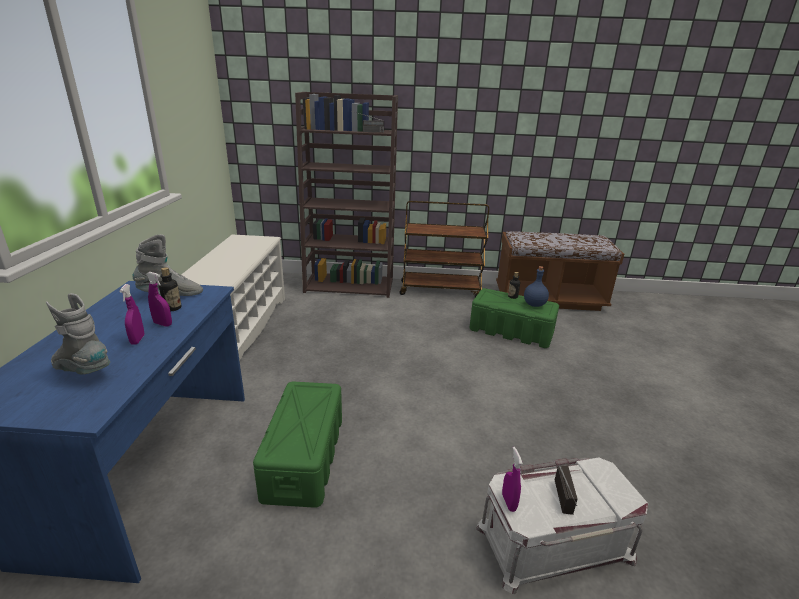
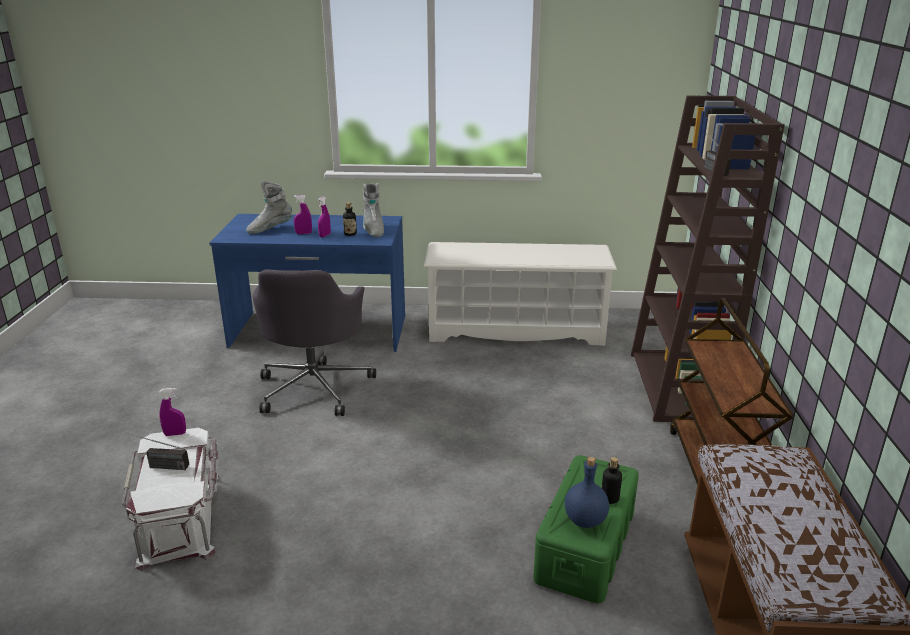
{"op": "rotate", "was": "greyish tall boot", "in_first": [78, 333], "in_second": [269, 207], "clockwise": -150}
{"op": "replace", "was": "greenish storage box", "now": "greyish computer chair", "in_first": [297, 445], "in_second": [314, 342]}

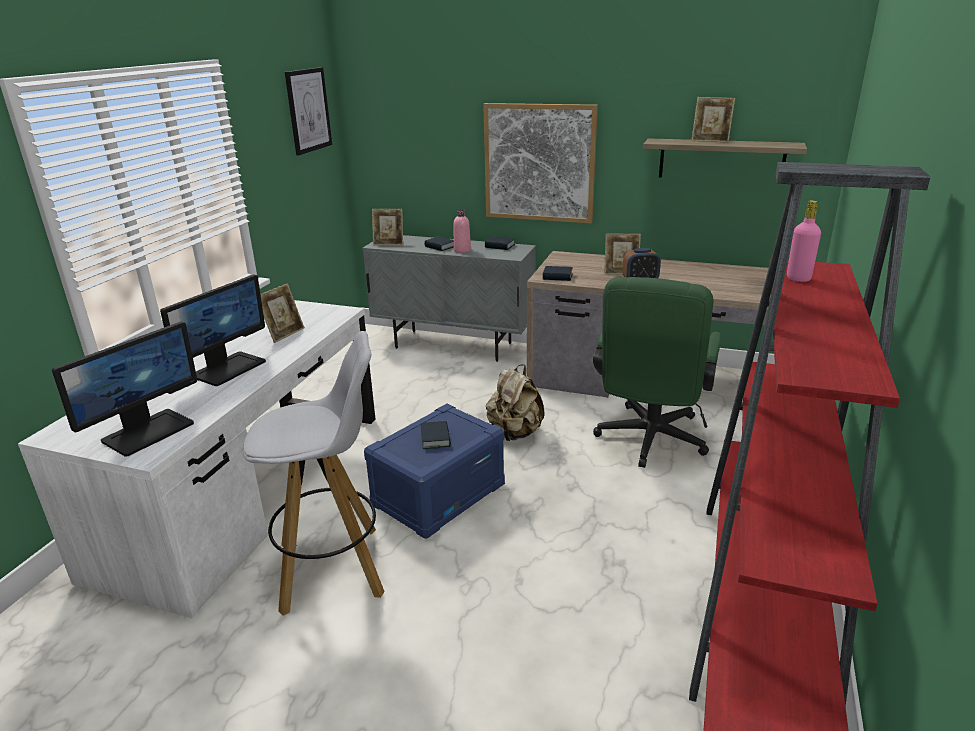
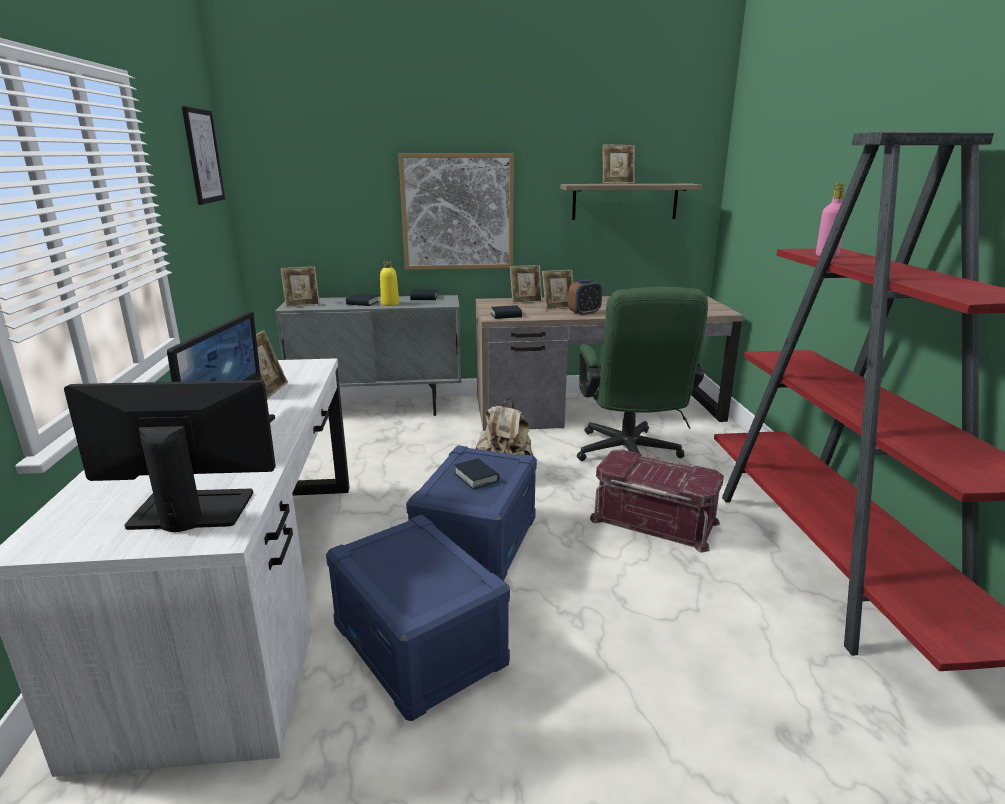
{"op": "recolor", "was": "pink-coloured beverage bottle", "now": "yellow-coloured beverage bottle", "in_first": [462, 231], "in_second": [389, 283]}
{"op": "rotate", "was": "computer display", "in_first": [124, 389], "in_second": [170, 456], "clockwise": -105}
{"op": "replace", "was": "white sitting stool", "now": "bluish storage box", "in_first": [314, 473], "in_second": [418, 618]}
{"op": "insert", "now": "picture frame", "in_second": [526, 284]}
{"op": "insert", "now": "red-coloured storage box", "in_second": [657, 501]}

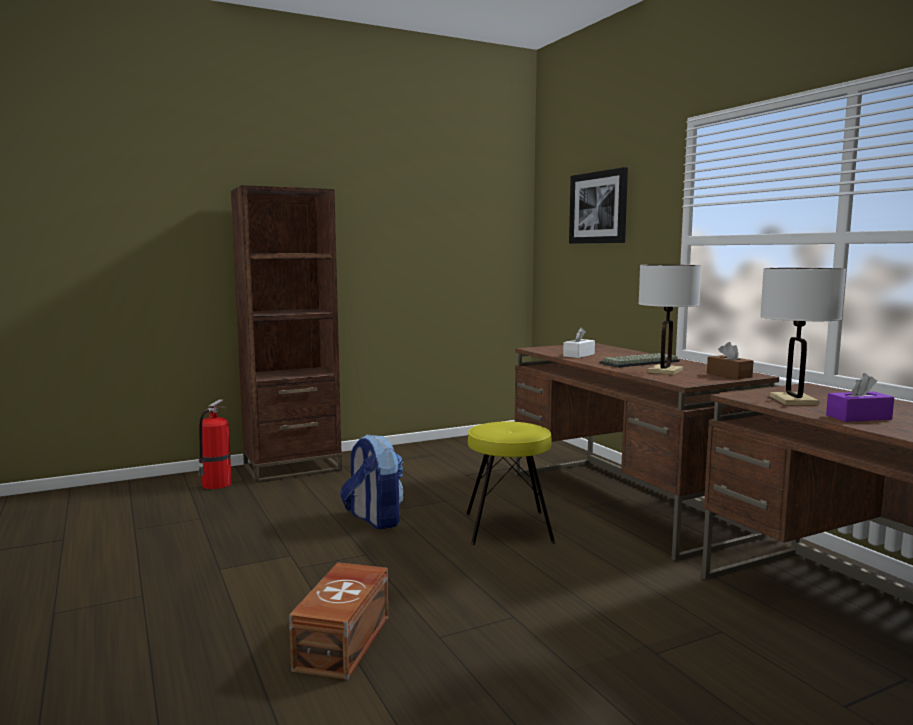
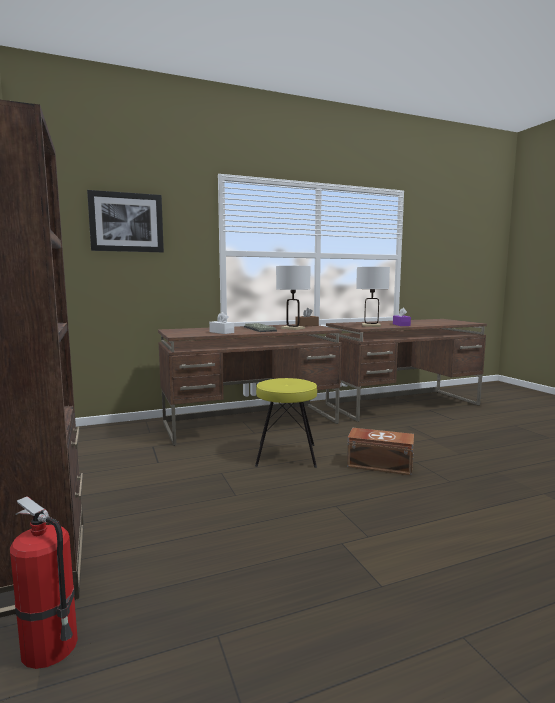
{"op": "delete", "was": "backpack", "in_first": [372, 481]}
{"op": "move", "was": "brown storage box", "in_first": [338, 621], "in_second": [380, 451]}

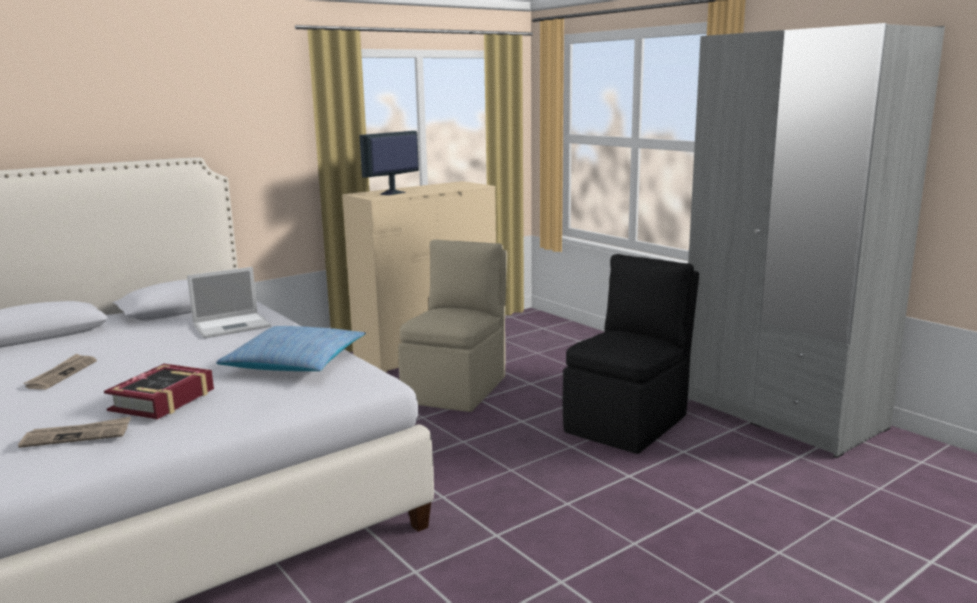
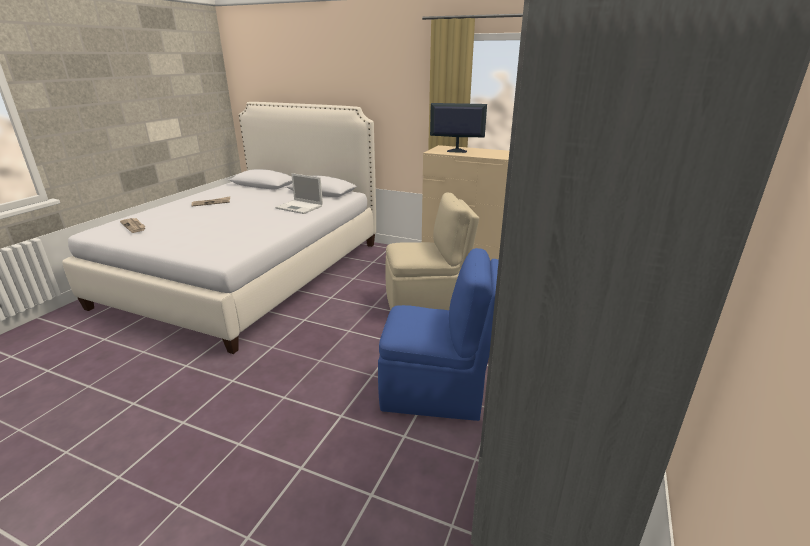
{"op": "recolor", "was": "blackish chair", "now": "bluish chair", "in_first": [631, 354], "in_second": [438, 334]}
{"op": "delete", "was": "throw pillow", "in_first": [291, 348]}
{"op": "delete", "was": "bound book", "in_first": [159, 391]}

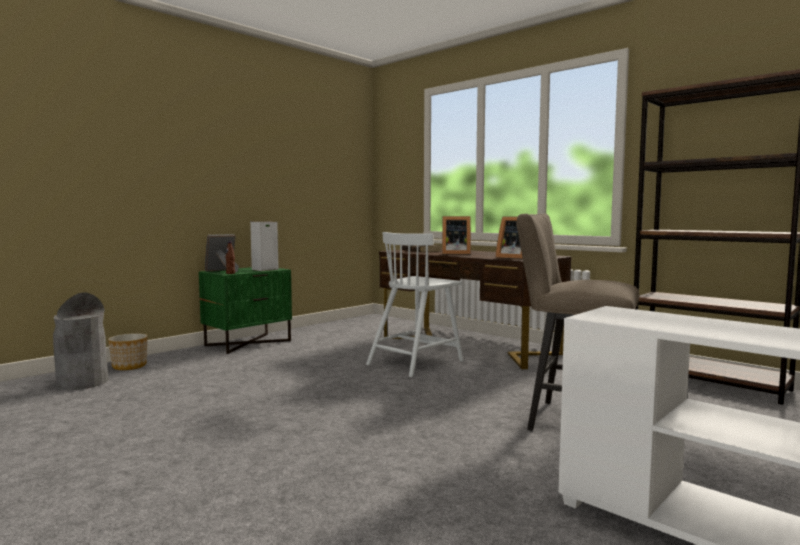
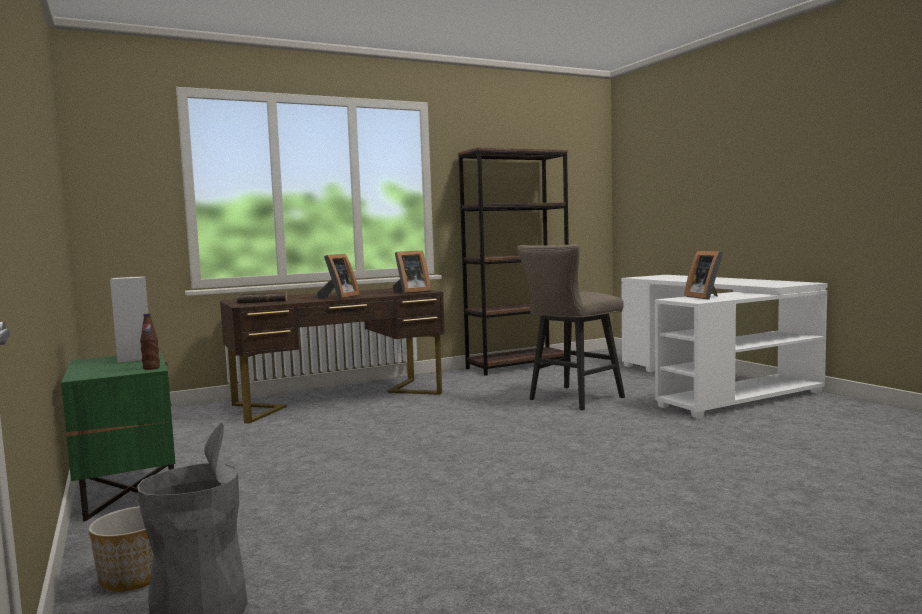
{"op": "delete", "was": "white chair", "in_first": [414, 304]}
{"op": "move", "was": "picture frame", "in_first": [222, 253], "in_second": [703, 275]}

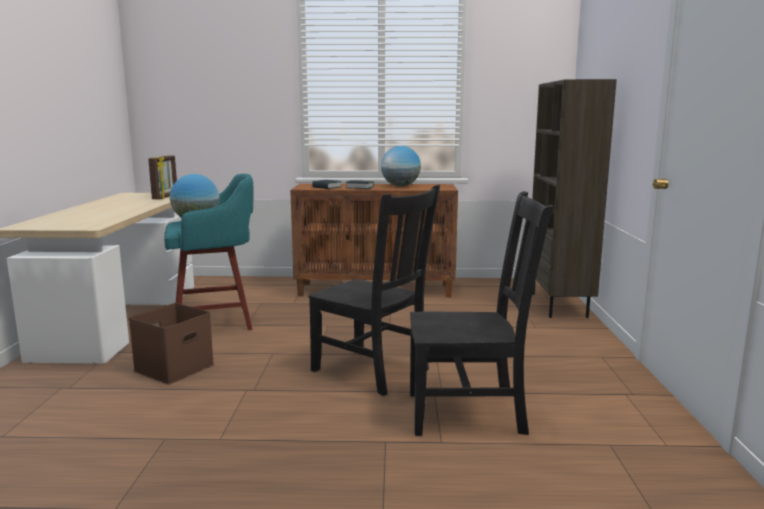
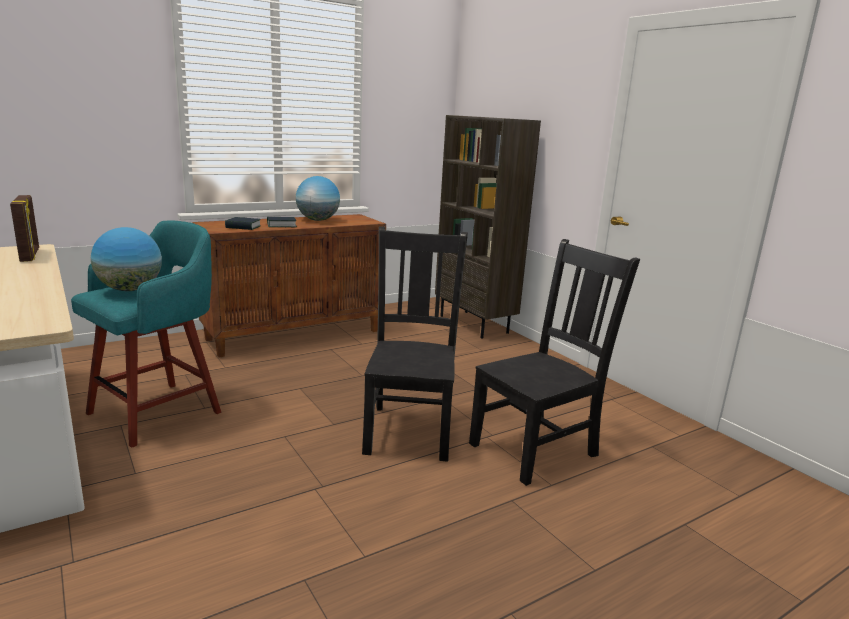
{"op": "rotate", "was": "blackish chair", "in_first": [374, 290], "in_second": [415, 344], "clockwise": -90}
{"op": "delete", "was": "brown storage box", "in_first": [171, 343]}

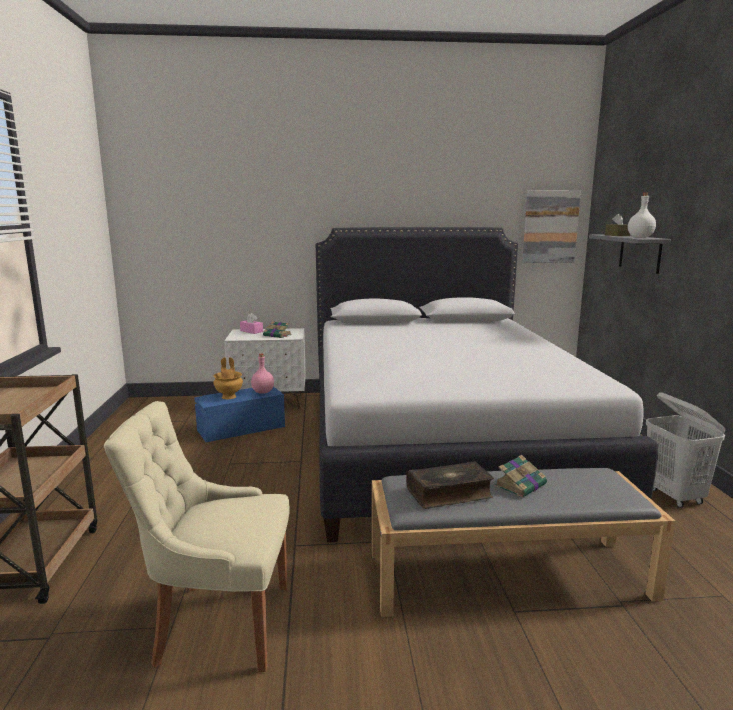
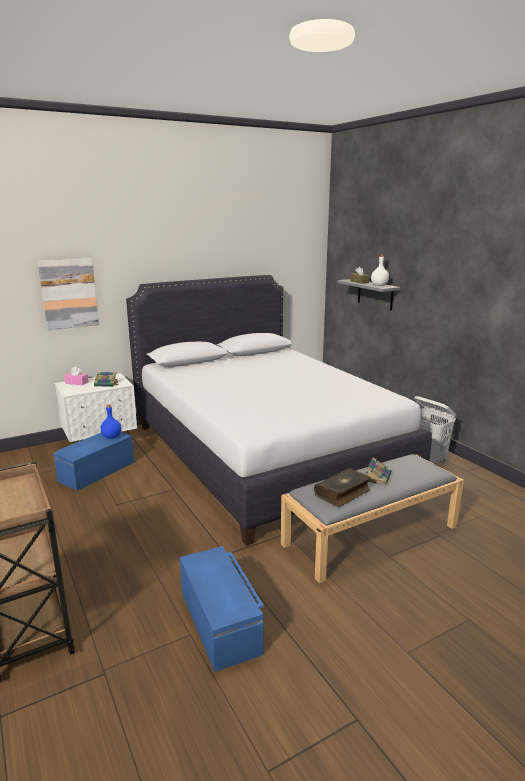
{"op": "move", "was": "wall art", "in_first": [551, 226], "in_second": [68, 294]}
{"op": "recolor", "was": "pink-coloured beverage bottle", "now": "bluish beverage bottle", "in_first": [262, 373], "in_second": [111, 421]}
{"op": "delete", "was": "brown flower vase", "in_first": [228, 378]}
{"op": "replace", "was": "beige chair", "now": "bluish storage box", "in_first": [197, 536], "in_second": [222, 609]}

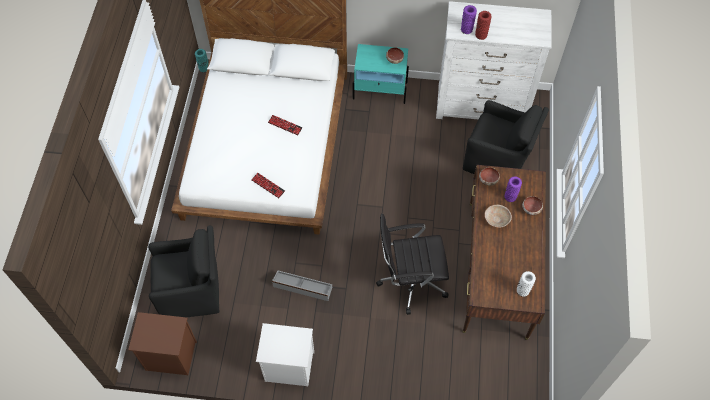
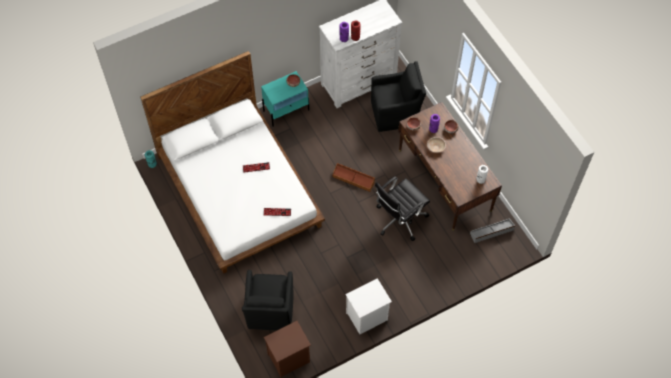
{"op": "rotate", "was": "blackish armchair", "in_first": [183, 271], "in_second": [268, 300], "clockwise": 135}
{"op": "move", "was": "greyish storage box", "in_first": [302, 286], "in_second": [492, 230]}
{"op": "insert", "now": "brown storage box", "in_second": [353, 177]}

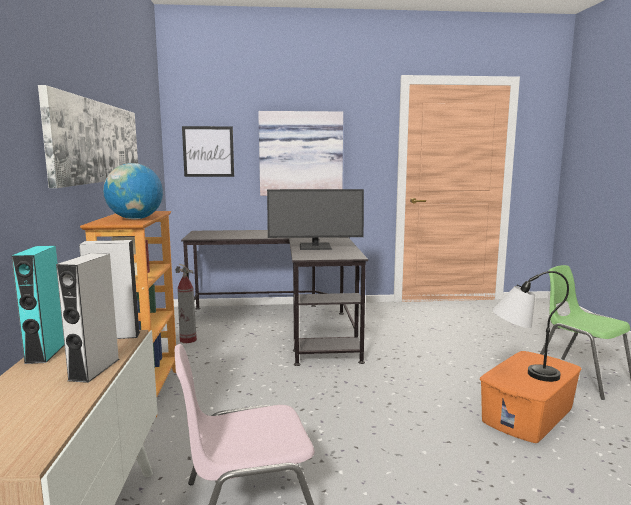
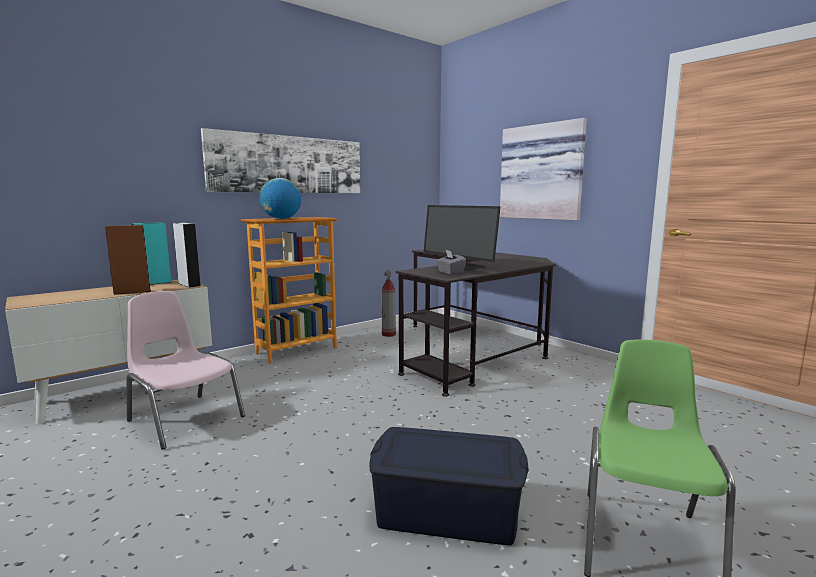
{"op": "delete", "was": "wall art", "in_first": [208, 151]}
{"op": "recolor", "was": "greyish audio speaker", "now": "brown audio speaker", "in_first": [87, 318], "in_second": [128, 260]}
{"op": "delete", "was": "tabletop lamp", "in_first": [530, 326]}
{"op": "recolor", "was": "orange storage box", "now": "bluish storage box", "in_first": [531, 397], "in_second": [449, 486]}
{"op": "insert", "now": "greyish box of tissues", "in_second": [451, 262]}

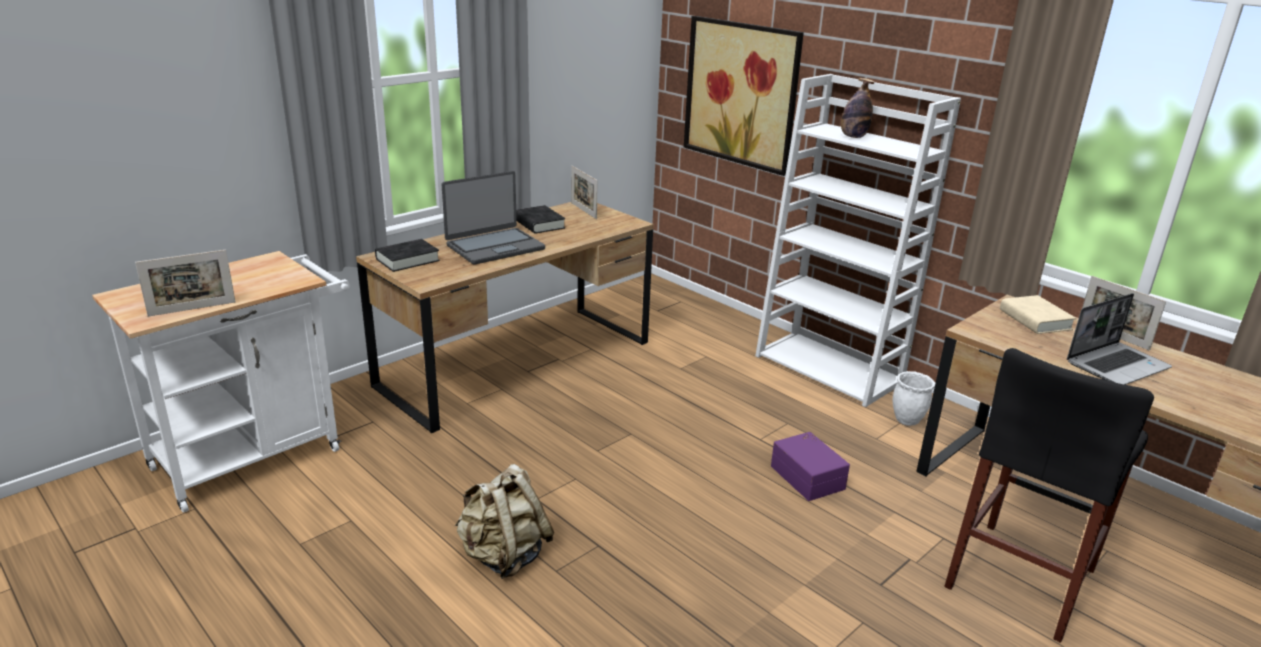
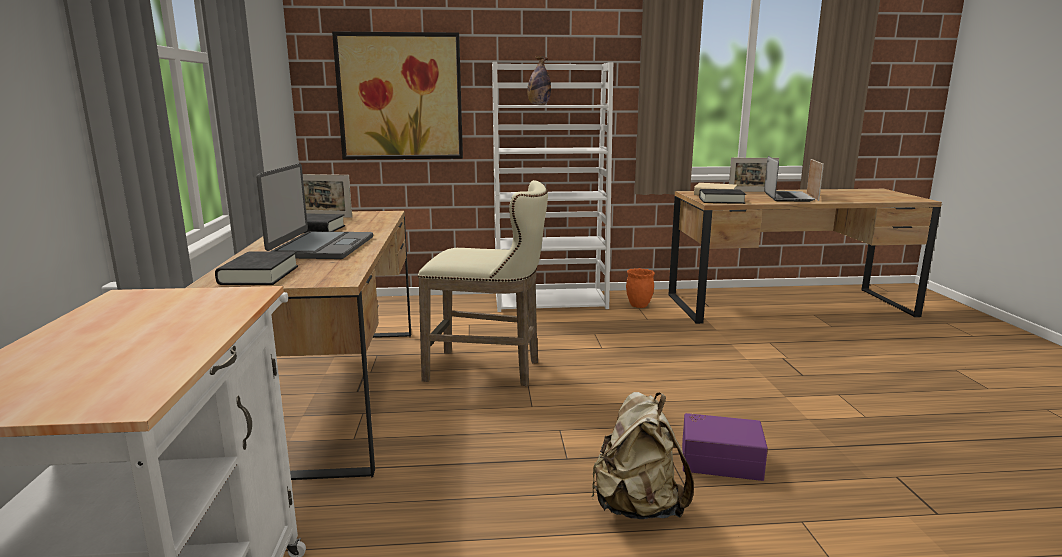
{"op": "move", "was": "picture frame", "in_first": [185, 283], "in_second": [815, 180]}
{"op": "delete", "was": "blackish sitting stool", "in_first": [1049, 495]}
{"op": "recolor", "was": "white flower pot", "now": "orange flower pot", "in_first": [913, 398], "in_second": [640, 288]}
{"op": "move", "was": "purple storage box", "in_first": [810, 466], "in_second": [725, 447]}
{"op": "insert", "now": "beige sitting stool", "in_second": [483, 283]}
{"op": "insert", "now": "blackish bound book", "in_second": [722, 196]}

